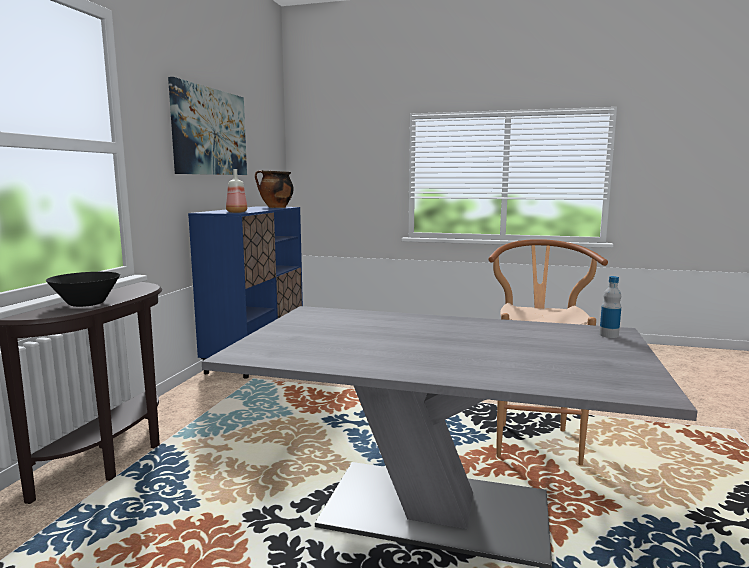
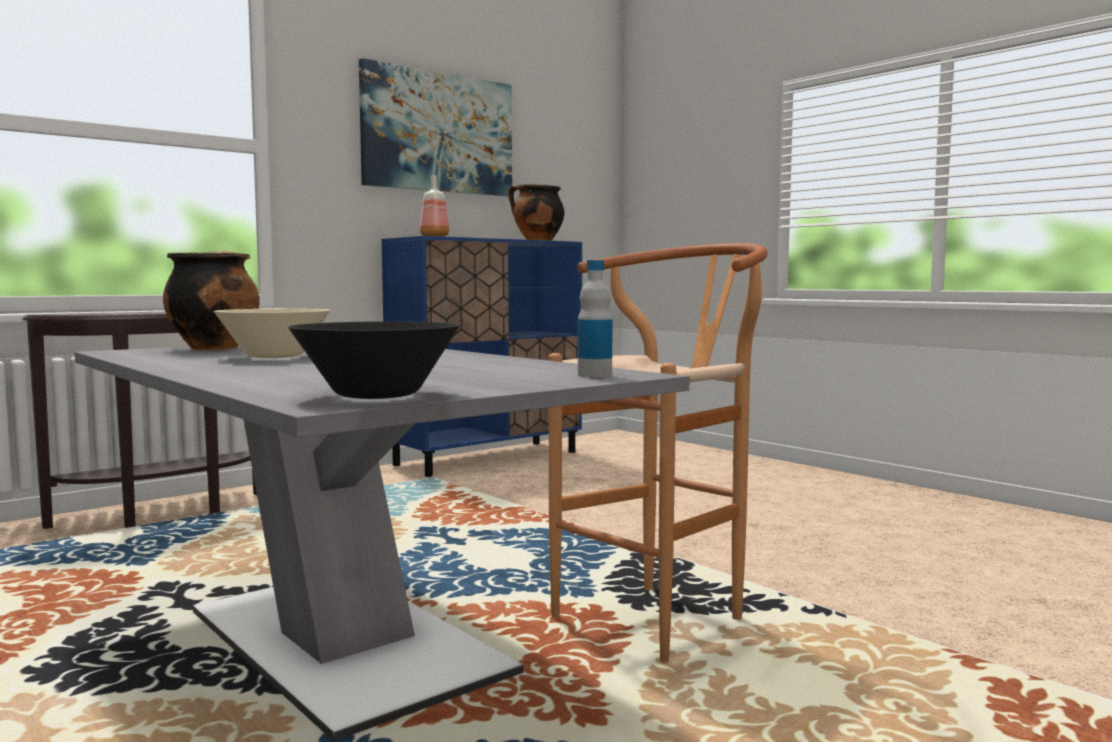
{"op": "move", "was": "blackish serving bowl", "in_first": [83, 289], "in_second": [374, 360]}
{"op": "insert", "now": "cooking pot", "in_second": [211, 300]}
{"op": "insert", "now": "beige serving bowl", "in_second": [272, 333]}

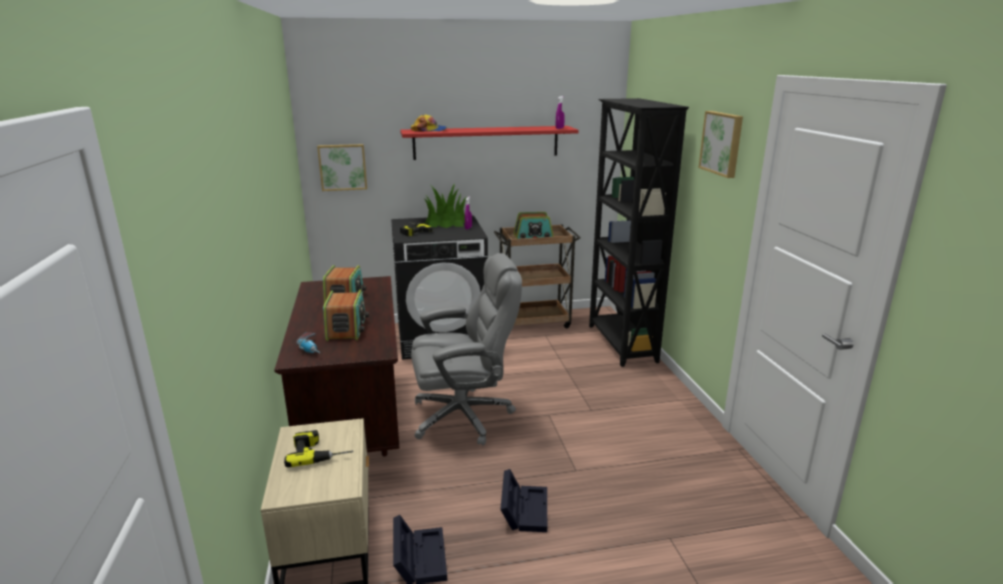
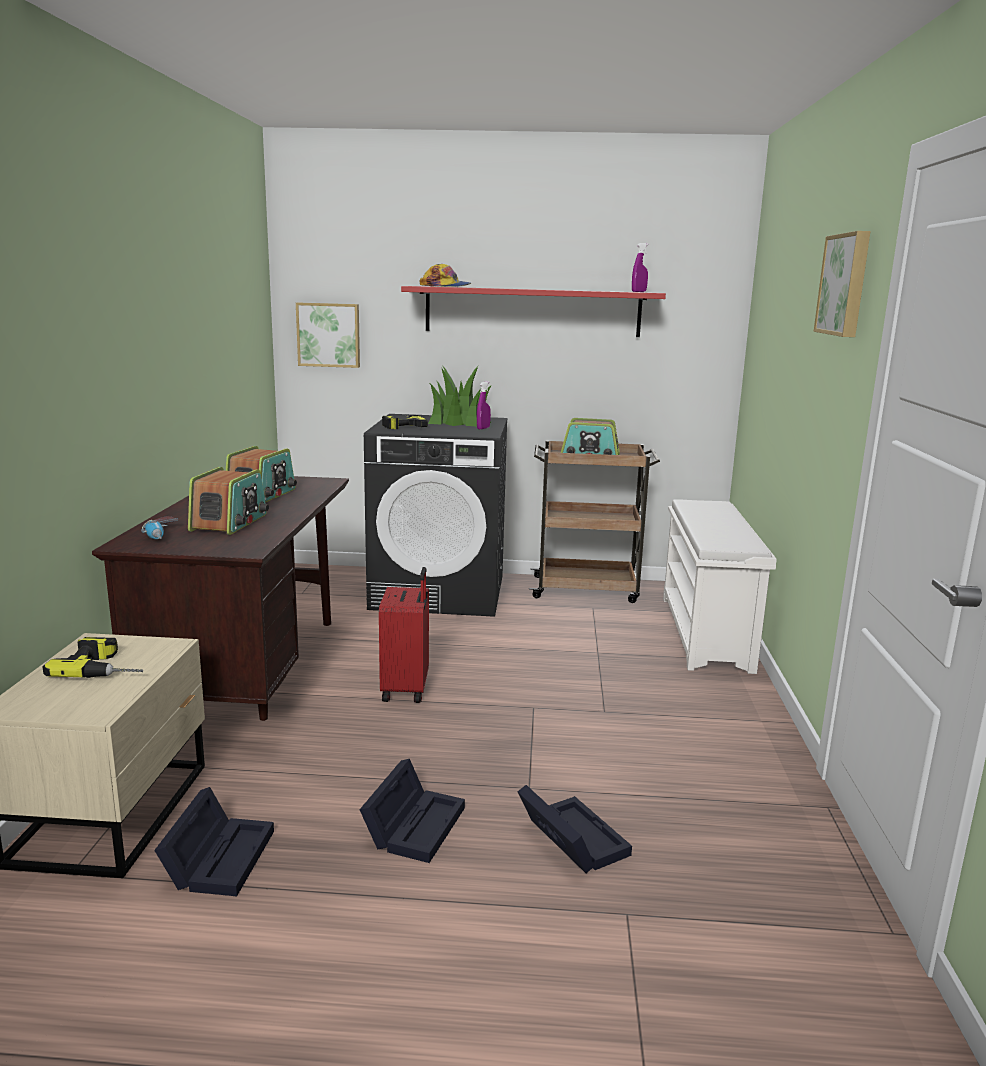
{"op": "replace", "was": "blackish bookshelf", "now": "white shoe shelf", "in_first": [639, 232], "in_second": [720, 586]}
{"op": "replace", "was": "greyish computer chair", "now": "red-coloured suitcase", "in_first": [466, 349], "in_second": [404, 635]}
{"op": "insert", "now": "blackish storage box", "in_second": [575, 829]}

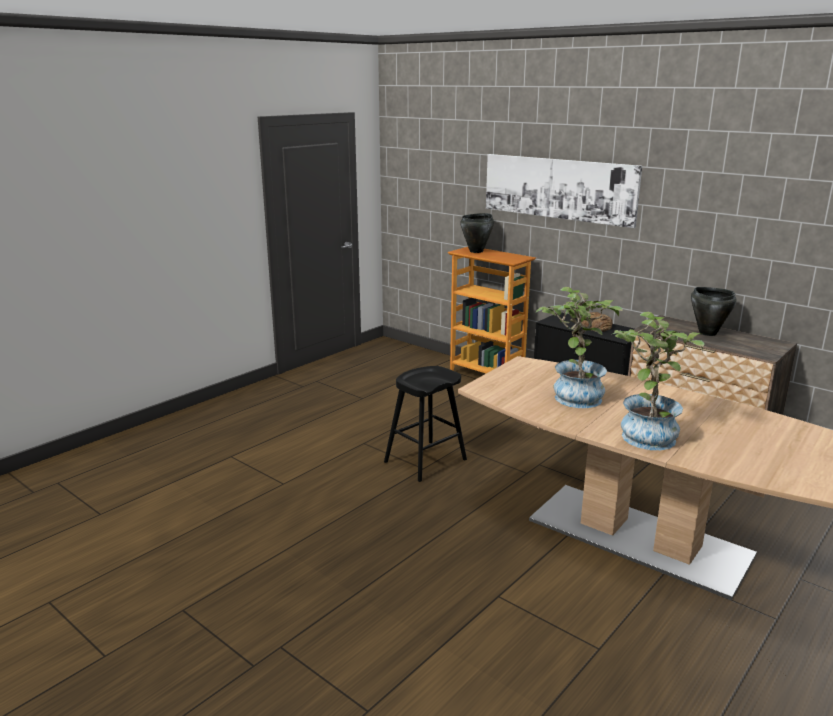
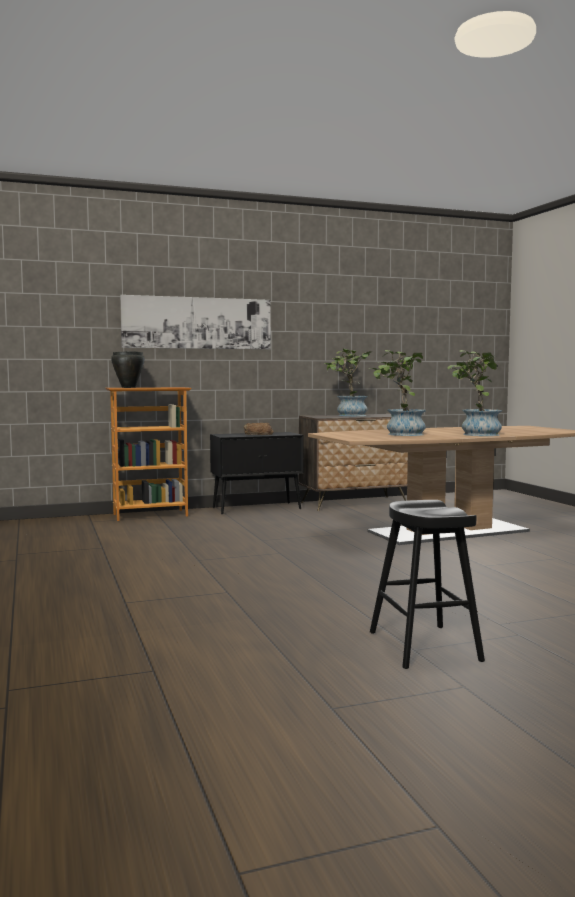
{"op": "replace", "was": "blackish cooking pot", "now": "houseplant", "in_first": [714, 311], "in_second": [349, 382]}
{"op": "move", "was": "blackish sitting stool", "in_first": [425, 424], "in_second": [427, 584]}

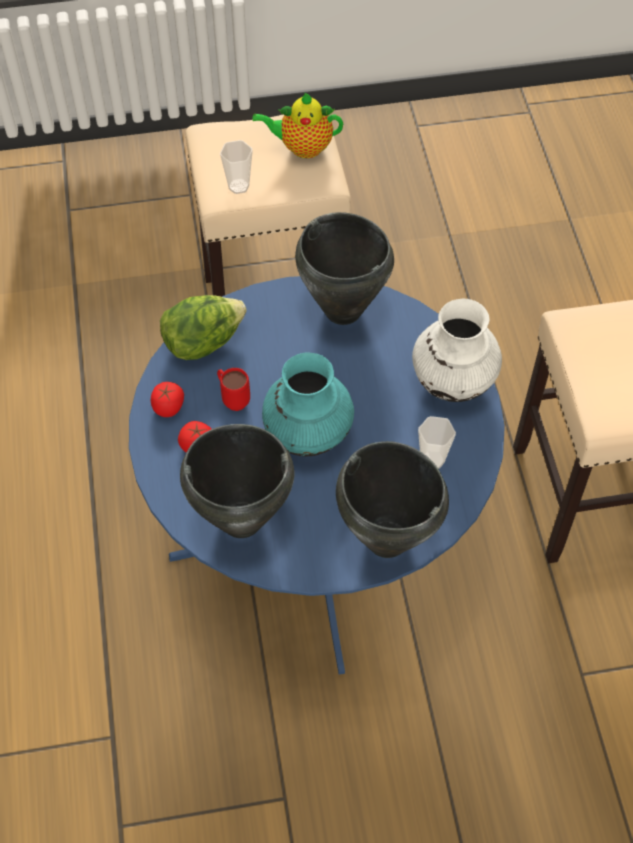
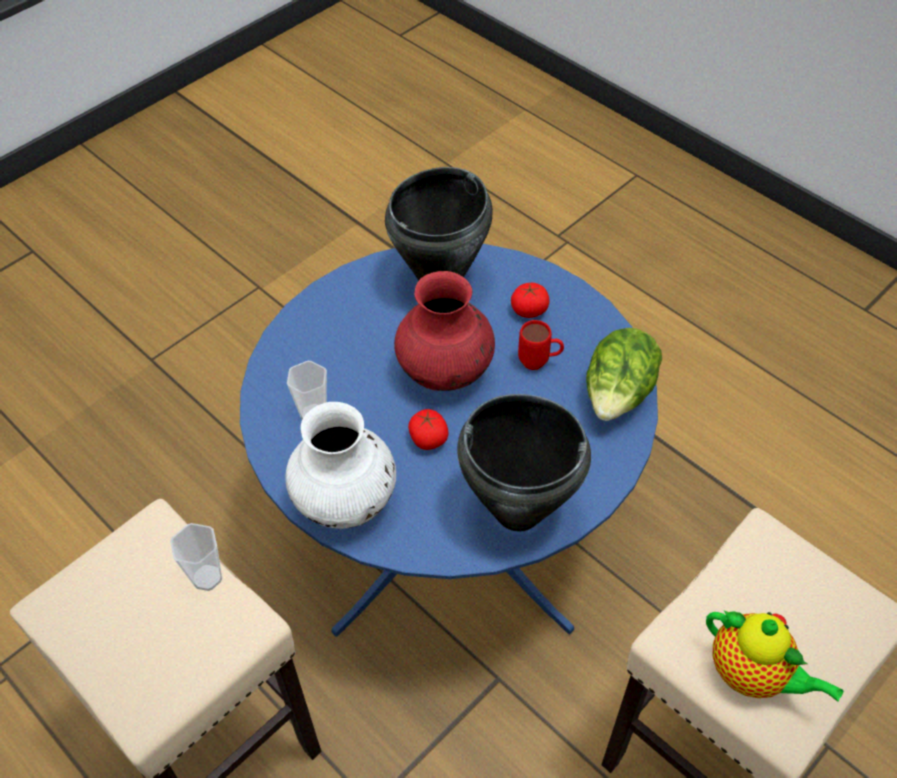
{"op": "rotate", "was": "tea pot", "in_first": [298, 125], "in_second": [774, 656], "clockwise": 75}
{"op": "move", "was": "small cup", "in_first": [236, 167], "in_second": [196, 557]}
{"op": "recolor", "was": "turquoise-coloured flower vase", "now": "red-coloured flower vase", "in_first": [308, 404], "in_second": [444, 331]}
{"op": "move", "was": "fresh tomato", "in_first": [167, 399], "in_second": [428, 429]}
{"op": "delete", "was": "blackish cooking pot", "in_first": [392, 499]}

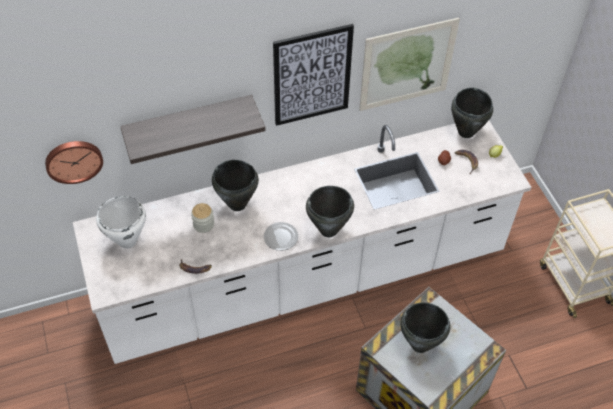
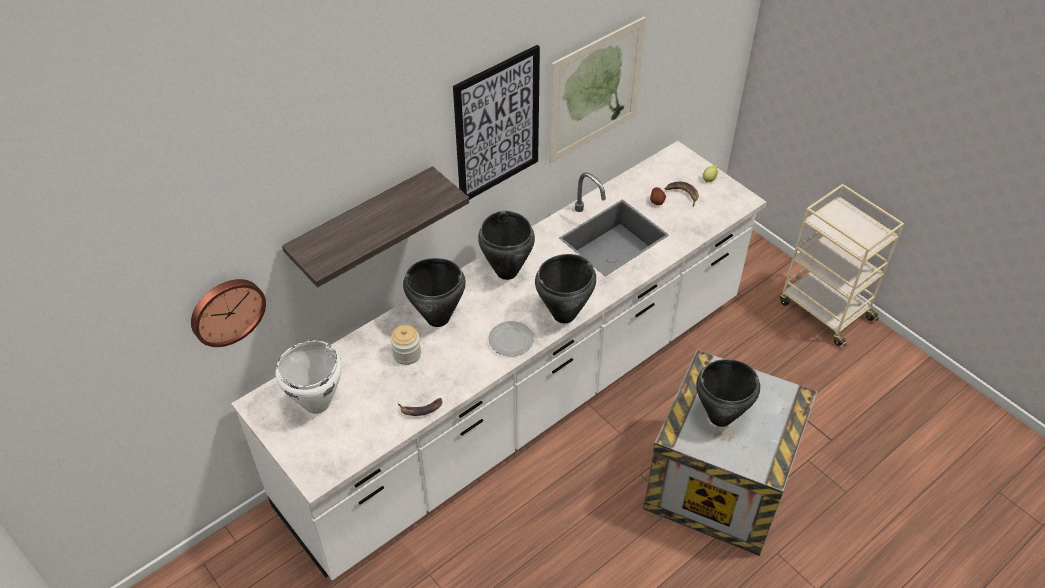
{"op": "move", "was": "blackish cooking pot", "in_first": [472, 113], "in_second": [506, 245]}

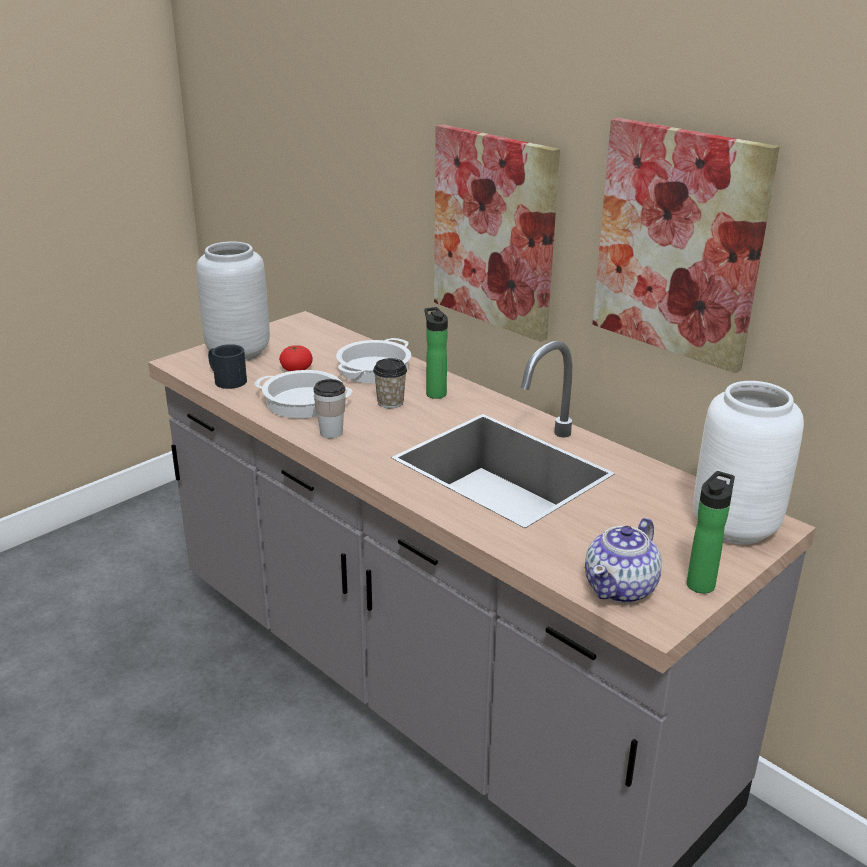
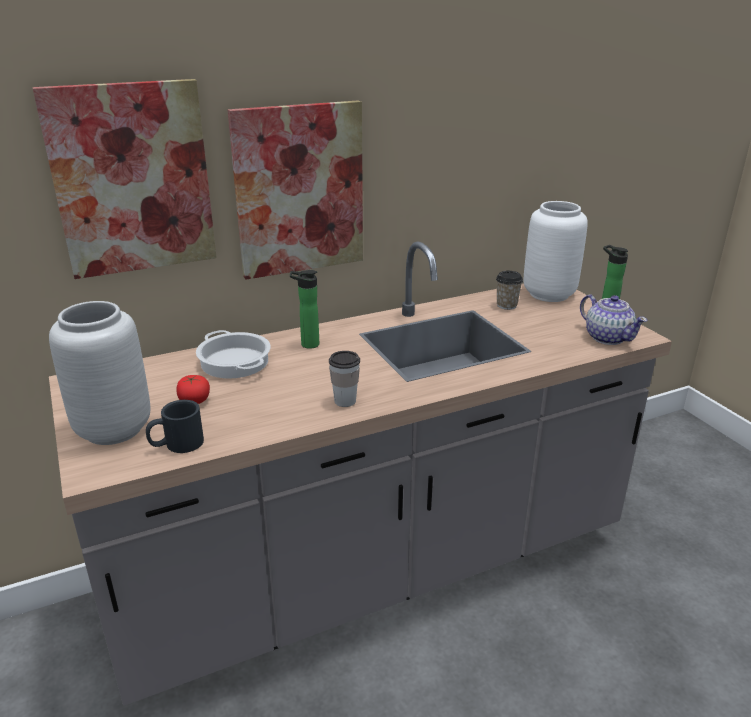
{"op": "move", "was": "wall art", "in_first": [686, 245], "in_second": [125, 179]}
{"op": "move", "was": "small cup", "in_first": [390, 383], "in_second": [509, 290]}
{"op": "delete", "was": "cooking pot", "in_first": [303, 394]}

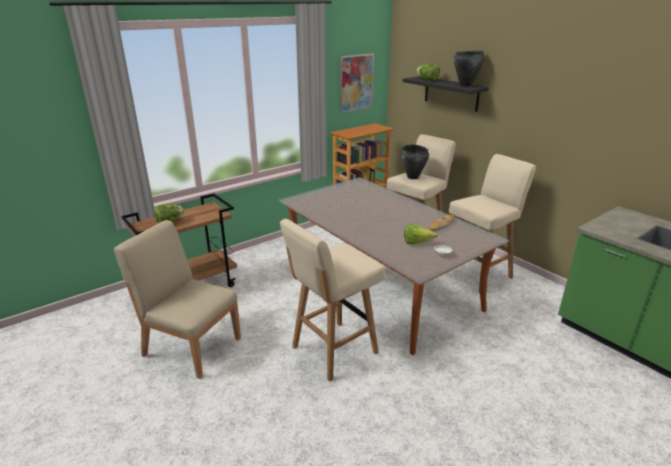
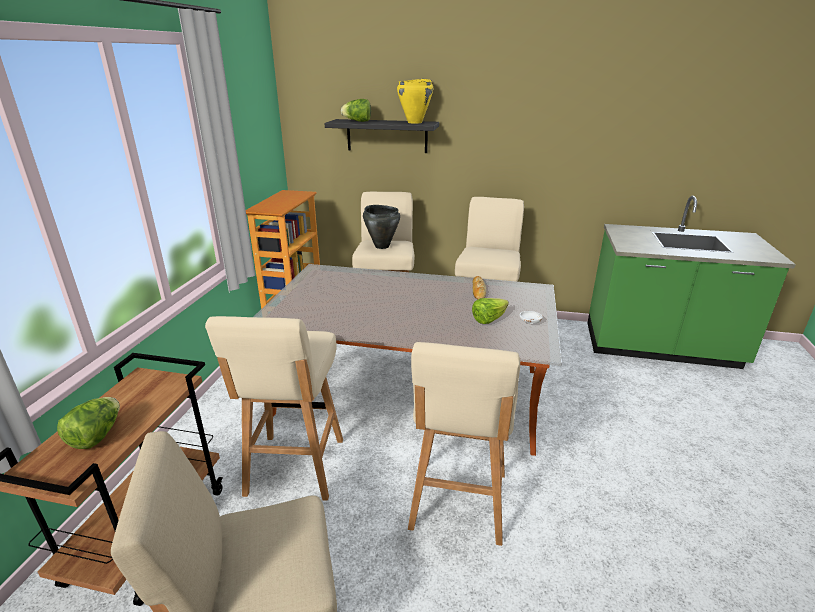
{"op": "recolor", "was": "blackish cooking pot", "now": "yellow-coloured cooking pot", "in_first": [469, 69], "in_second": [415, 101]}
{"op": "delete", "was": "wall art", "in_first": [357, 83]}
{"op": "insert", "now": "beige sitting stool", "in_second": [274, 408]}

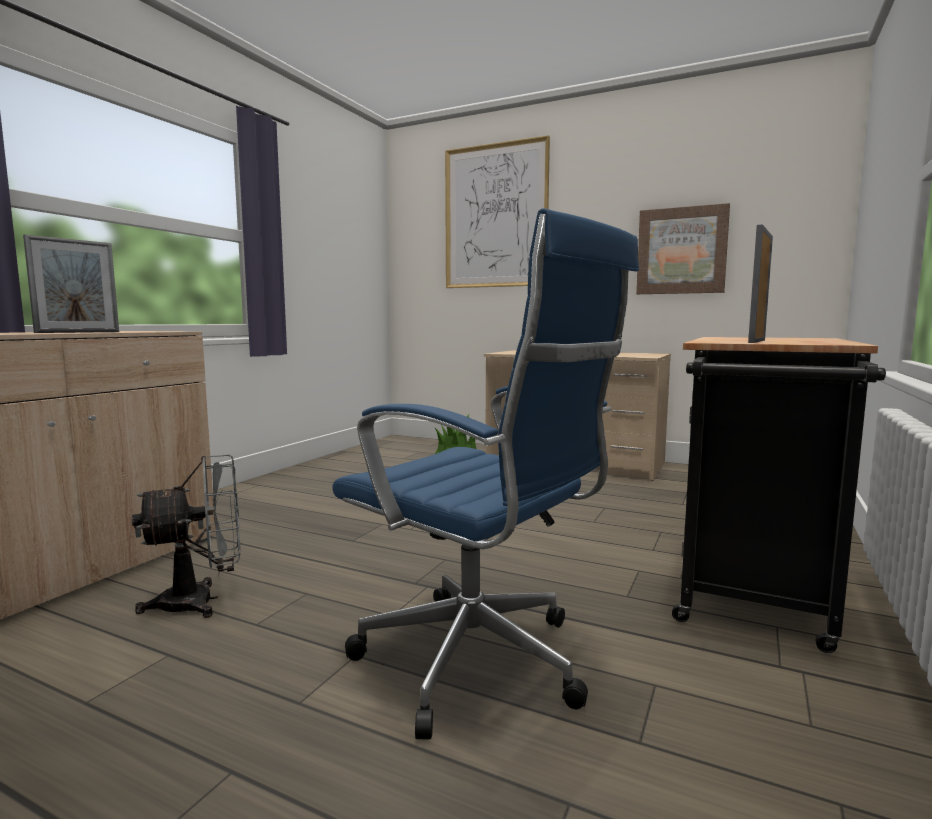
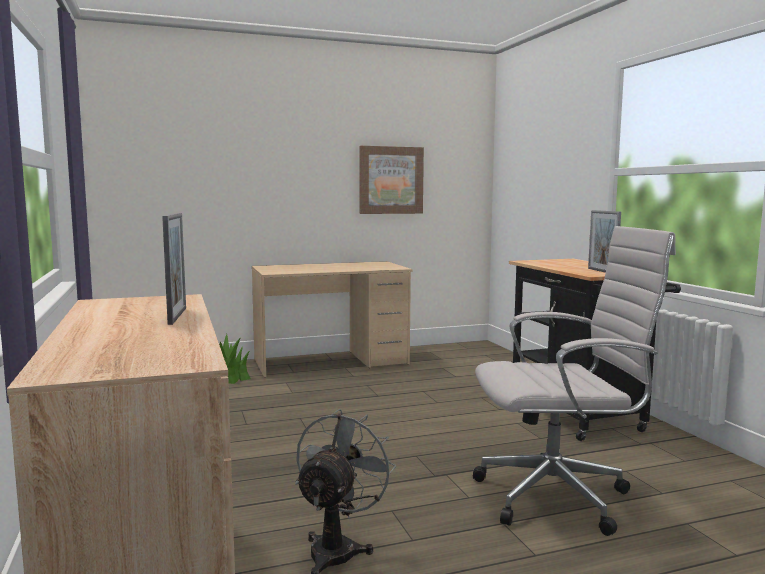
{"op": "delete", "was": "wall art", "in_first": [497, 211]}
{"op": "recolor", "was": "bluish computer chair", "now": "white computer chair", "in_first": [485, 473], "in_second": [574, 381]}

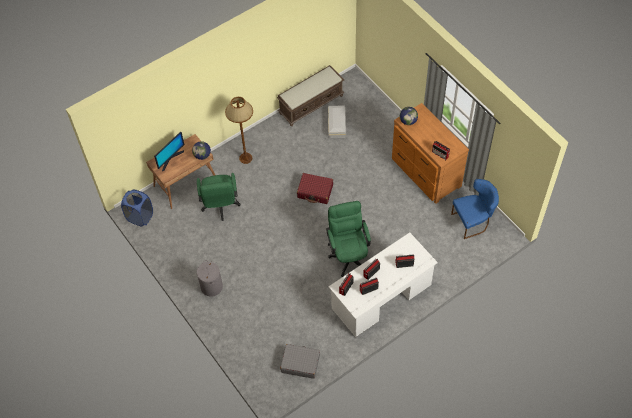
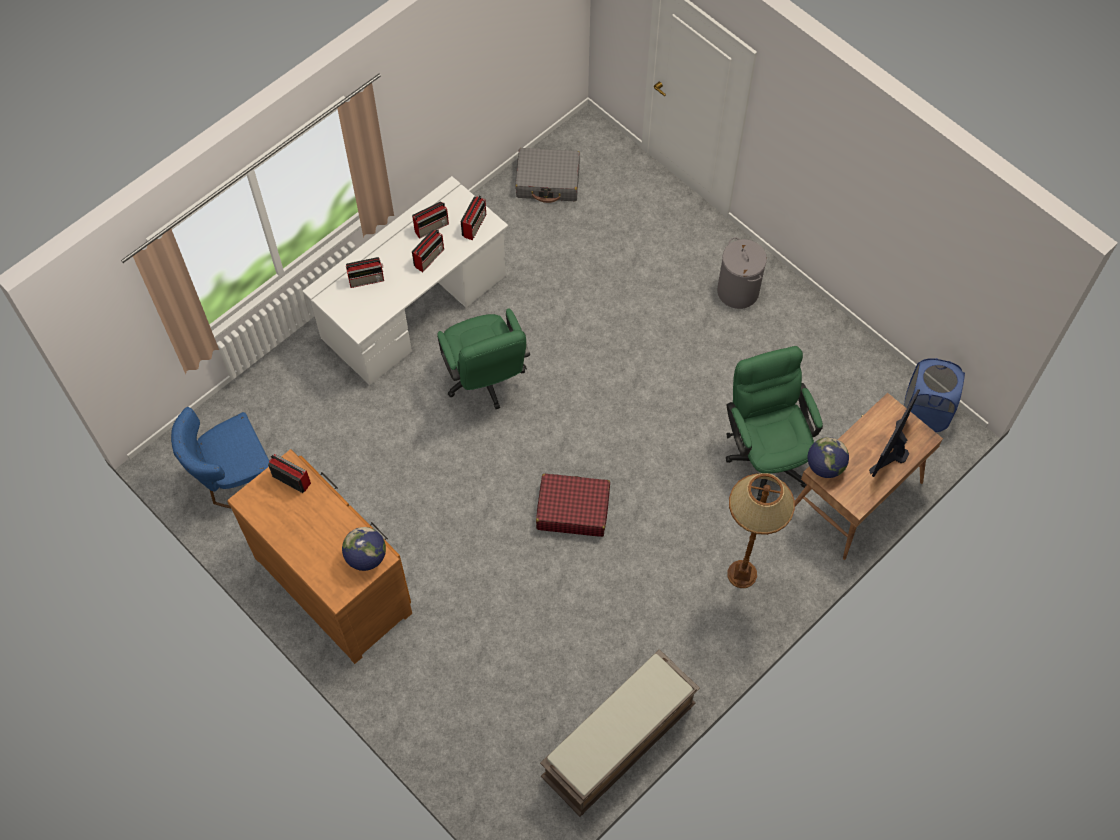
{"op": "delete", "was": "white storage box", "in_first": [337, 122]}

